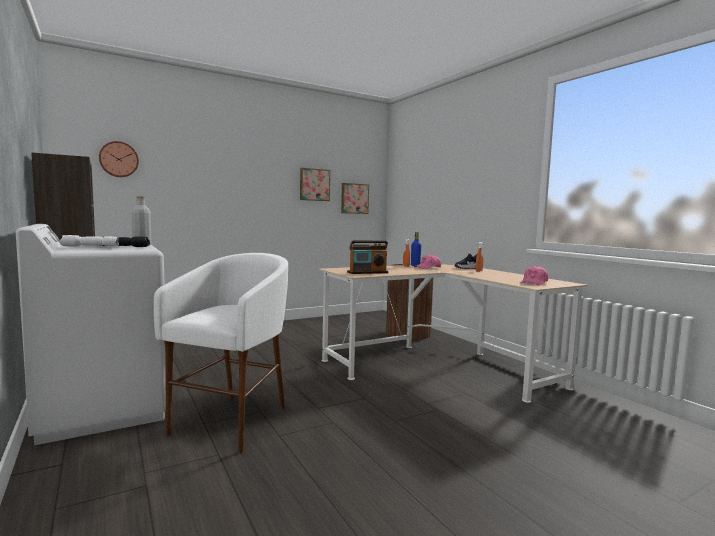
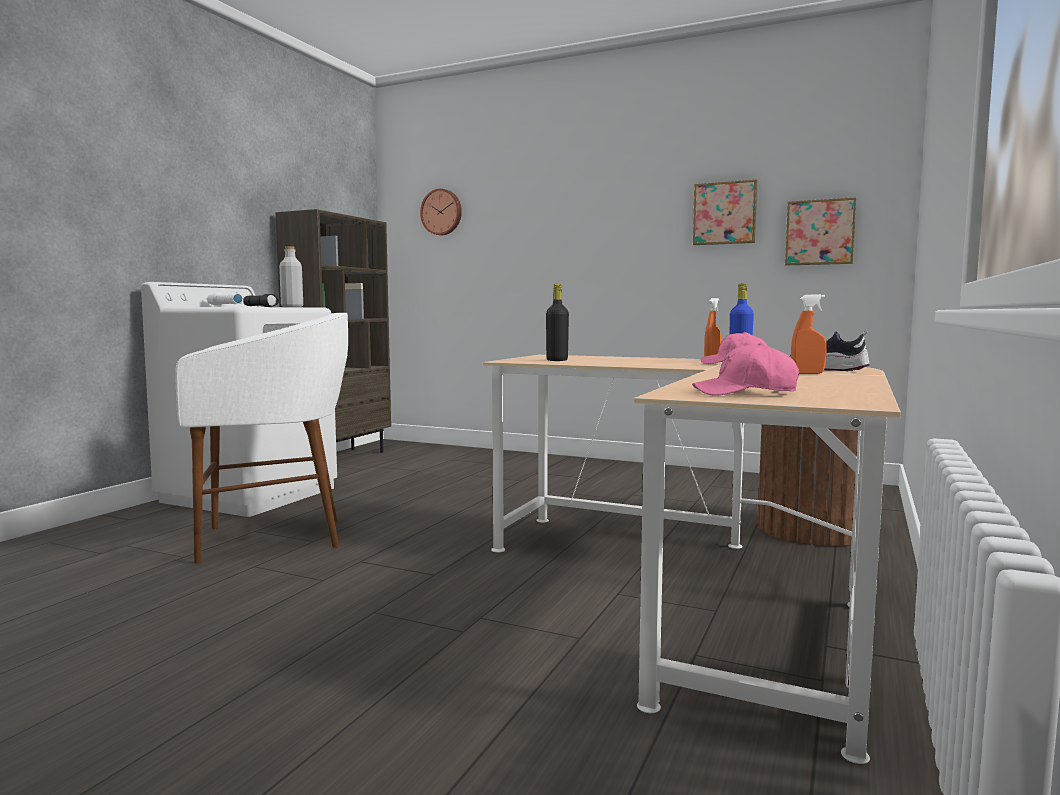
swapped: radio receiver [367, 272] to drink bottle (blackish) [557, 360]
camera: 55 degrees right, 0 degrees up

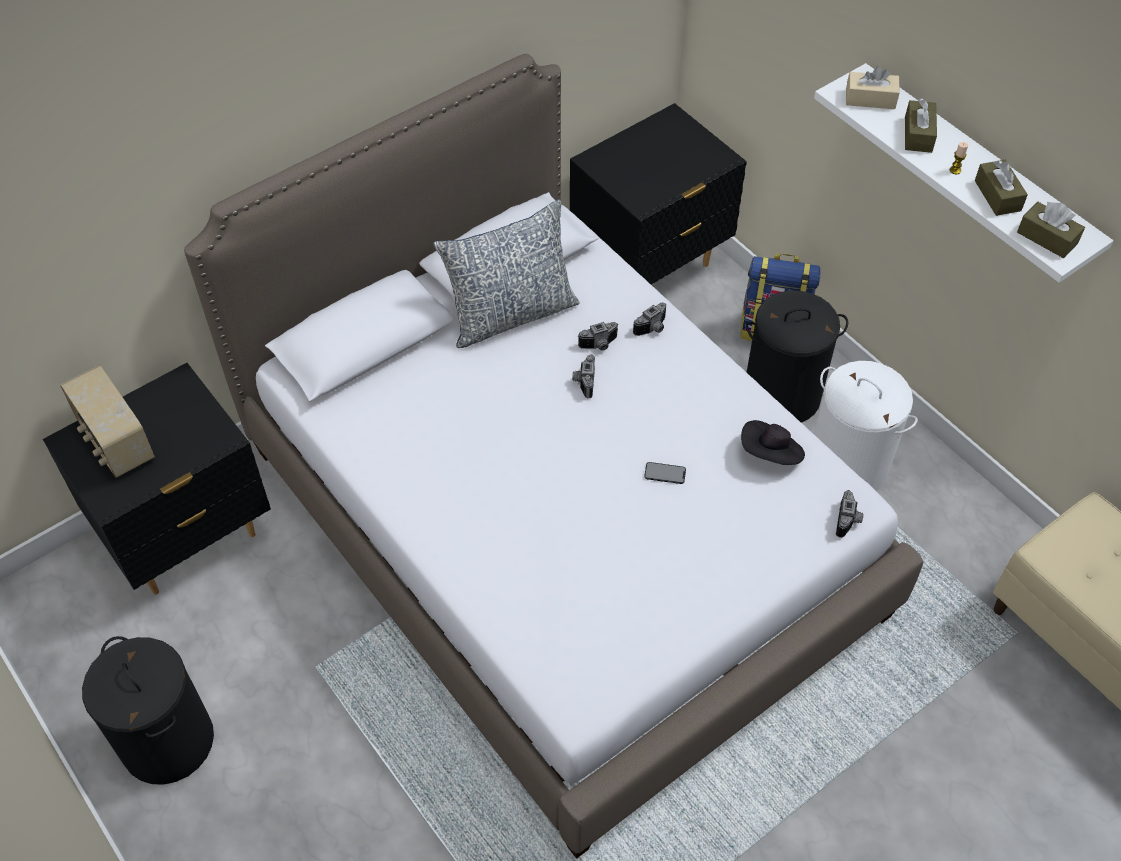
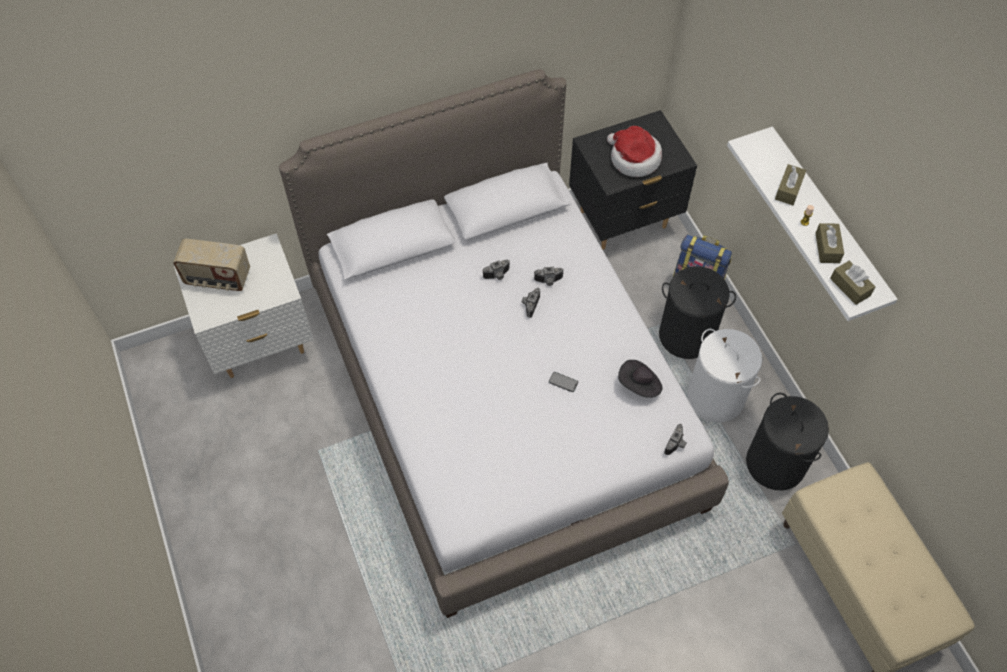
gone: throw pillow [511, 314]; box of tissues (beige) [870, 99]
new: clothing hat [633, 159]
shifted: still camera [653, 328] to [498, 276]; laundry basket (blackish) [168, 741] to [776, 463]
repainted: bedside table (blackish) [187, 537] to bedside table (white) [260, 344]
rotated: radio receiver [115, 442] = [217, 279] 60 degrees counterclockwise
camera: 15 degrees right, 5 degrees up

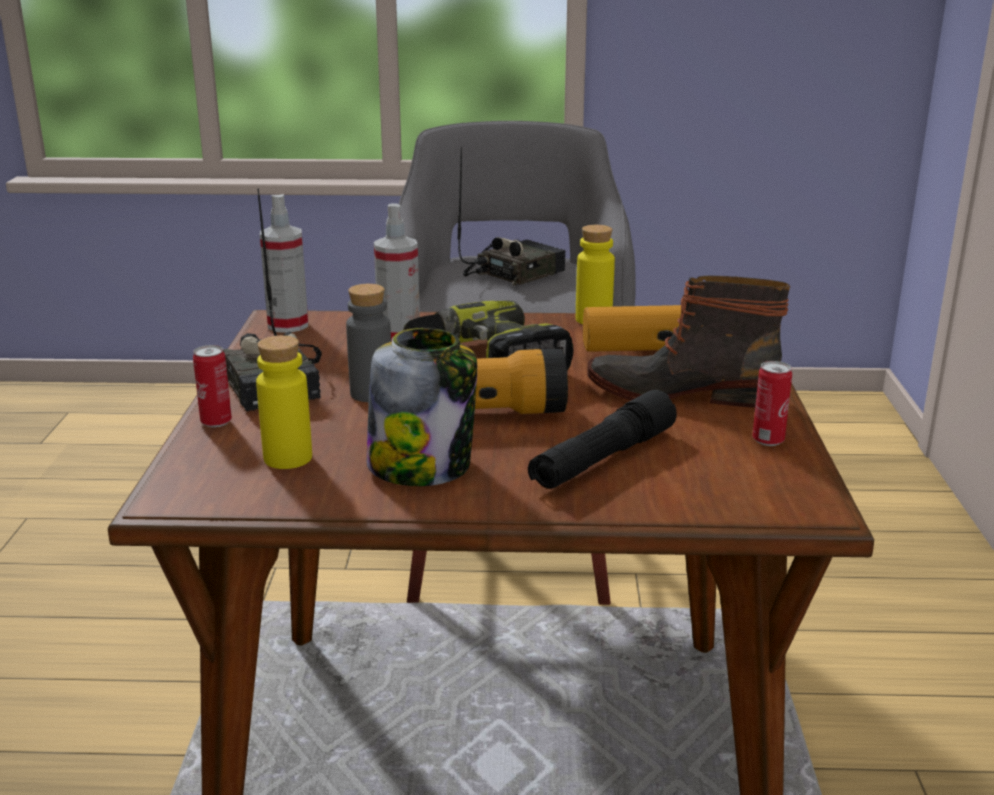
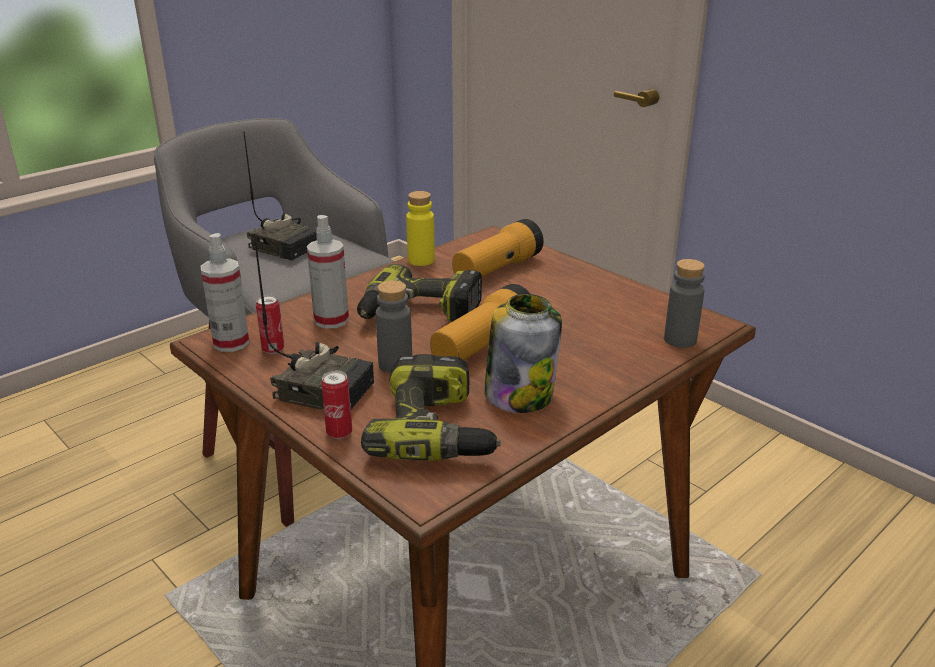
gone: torch (blackish) [603, 459]; tall boot [681, 391]
new: drink bottle (grey) [680, 340]
shifted: sealed can [768, 440] to [273, 349]
swapped: drink bottle (yellowish) [288, 458] to drill [437, 430]
rotated: radio receiver [513, 273] = [286, 246] 120 degrees clockwise
camera: 45 degrees left, 5 degrees up

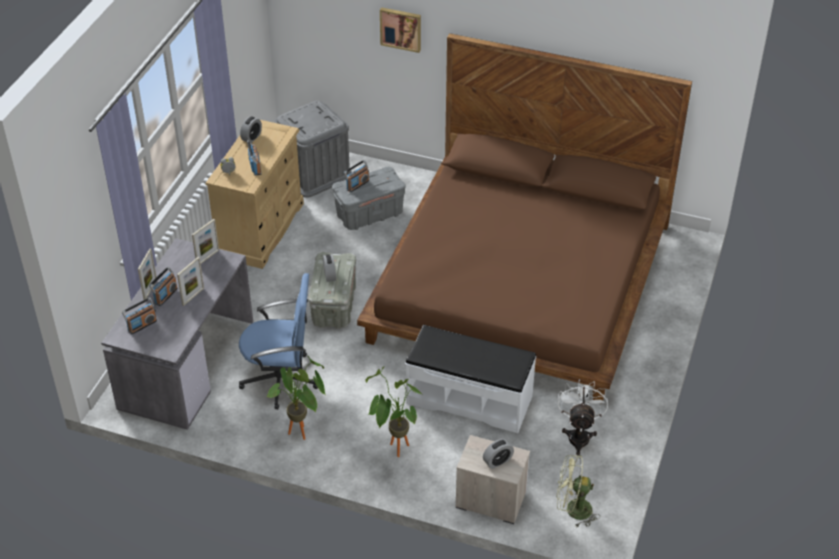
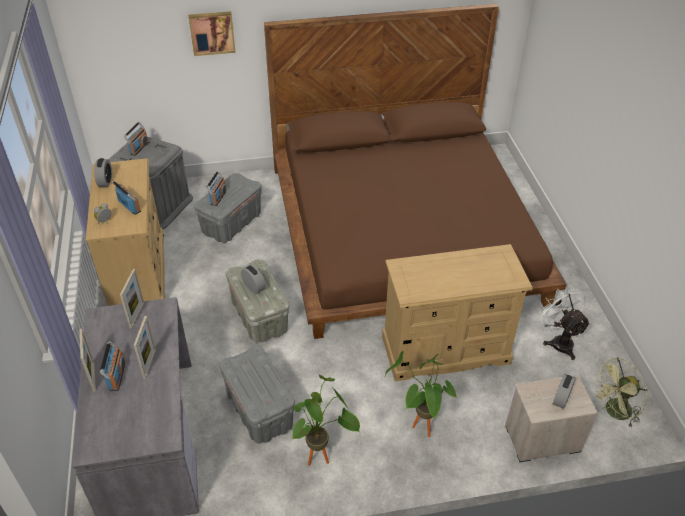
shifted: radio receiver [142, 325] to [138, 148]
swapped: office chair (blue) [281, 379] to storage container (grey) [260, 411]; bench (white) [469, 399] to dresser (beige) [445, 350]
camera: 30 degrees left, 0 degrees up

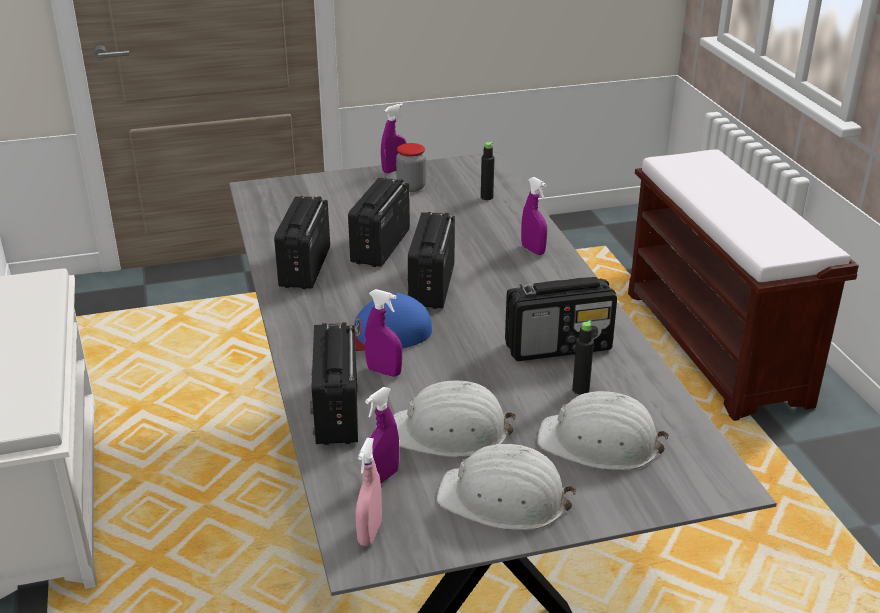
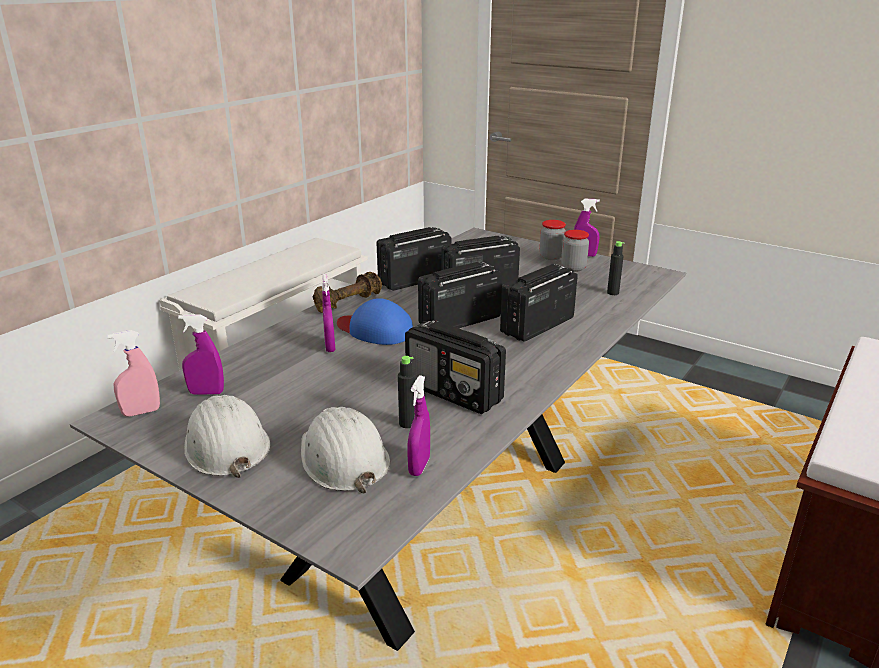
gone: work helmet (white) [450, 432]
new: free weight (brown) [348, 303]; storage jar [551, 257]
shifted: hand sprayer (purple) [533, 250] to [419, 466]; radio receiver [337, 412] to [536, 326]
camera: 50 degrees right, 5 degrees down

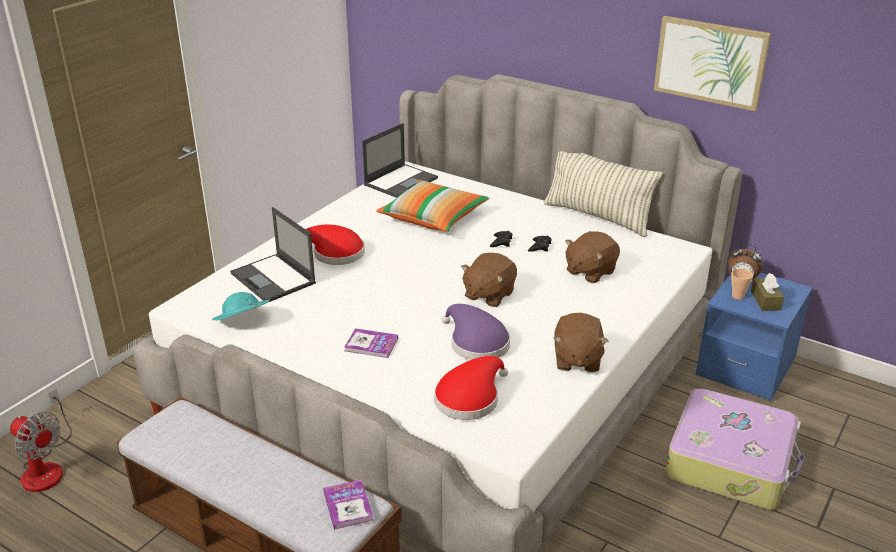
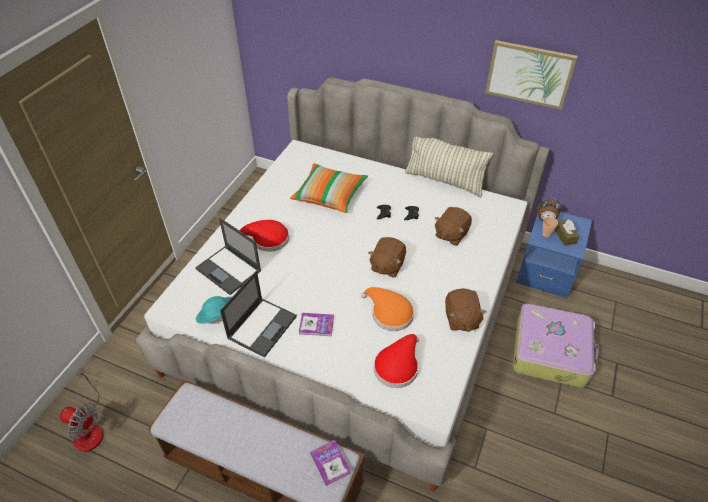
shifted: notebook computer [401, 181] to [262, 326]
repainted: clothing hat (purple) [476, 343] to clothing hat (orange-coloured) [389, 313]
camera: 10 degrees left, 15 degrees up

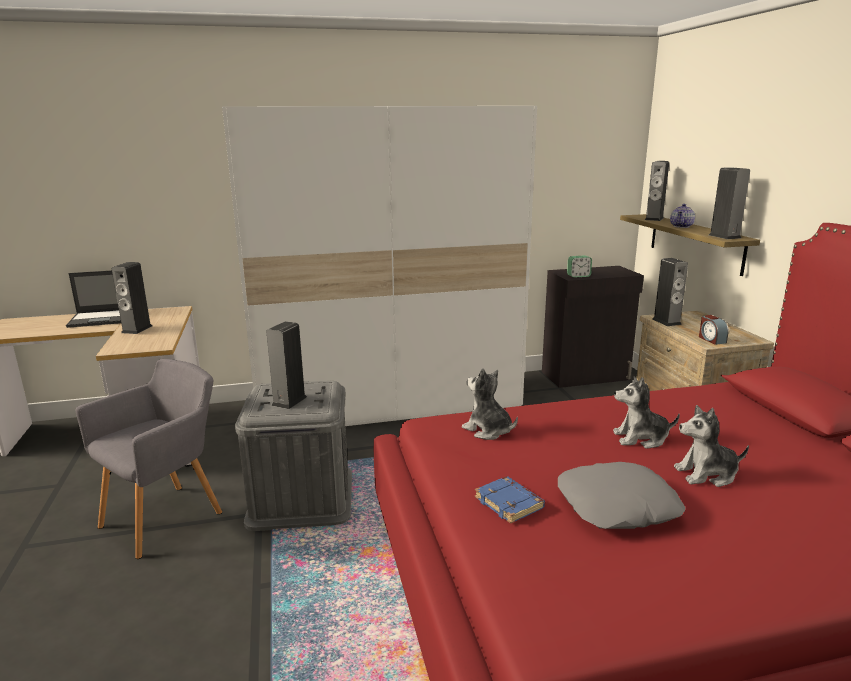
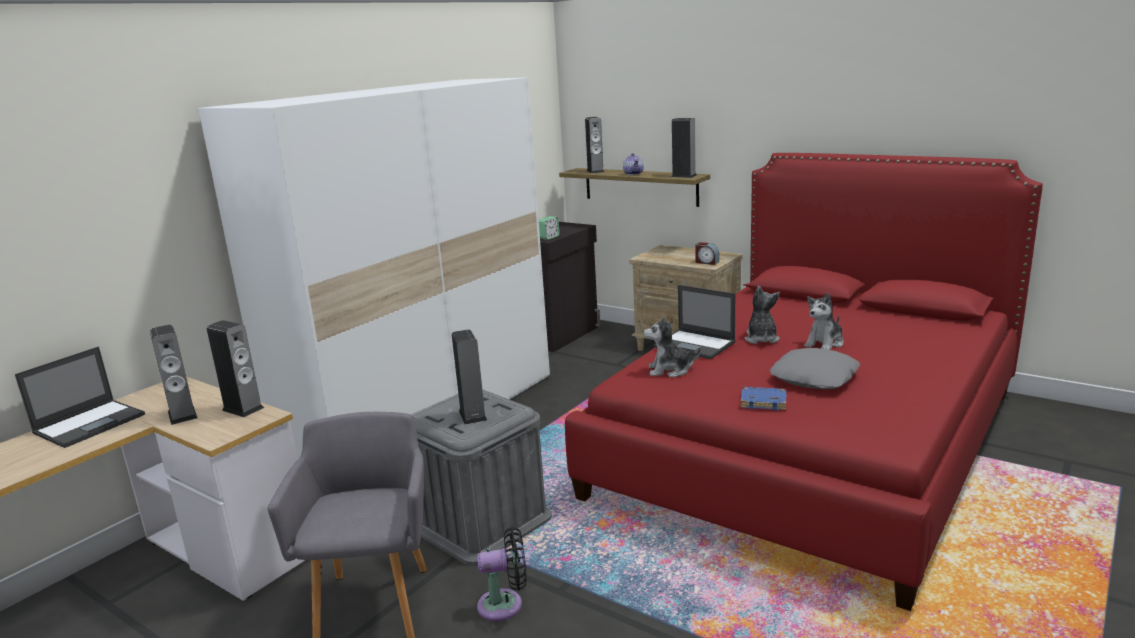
new: fan (blackish) [505, 605]; notebook computer [695, 345]
shifted: speaker [666, 321] to [243, 409]
rotated: plush toy [640, 438] = [761, 339] 135 degrees clockwise
camera: 40 degrees left, 0 degrees up

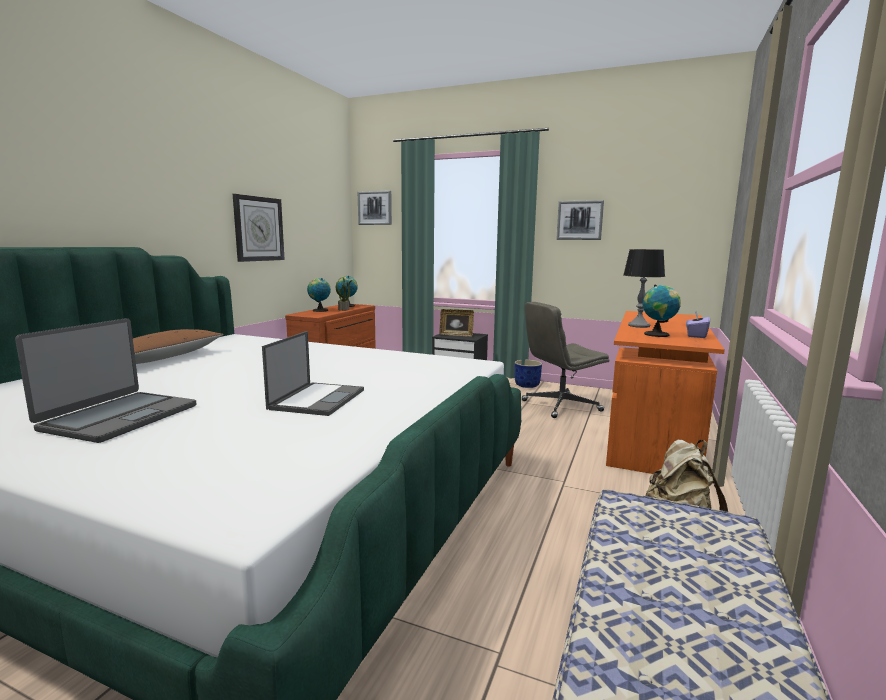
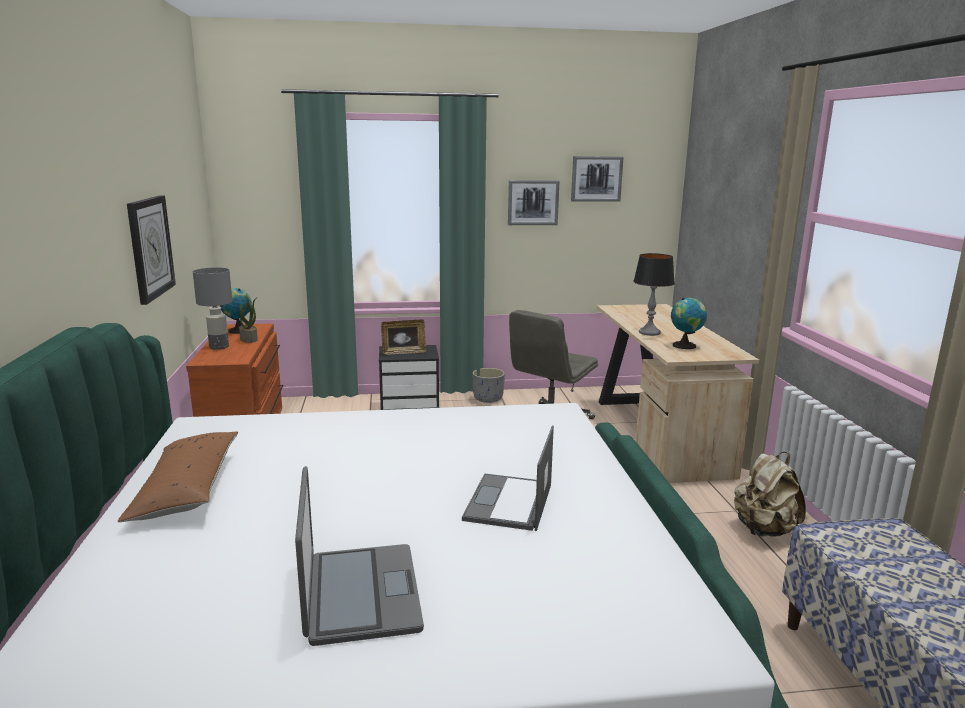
gone: box of tissues (purple) [696, 335]
shifted: picture [375, 208] to [596, 178]
swapped: desk globe [319, 310] to lamp for a table (grey) [218, 347]
repainted: flower pot (blue) [527, 385] to flower pot (grey) [488, 399]; desk unit (orange-coloured) [653, 432] to desk unit (beige) [657, 434]
rotated: notebook computer [318, 399] = [509, 503] 150 degrees counterclockwise
camera: 30 degrees left, 5 degrees up

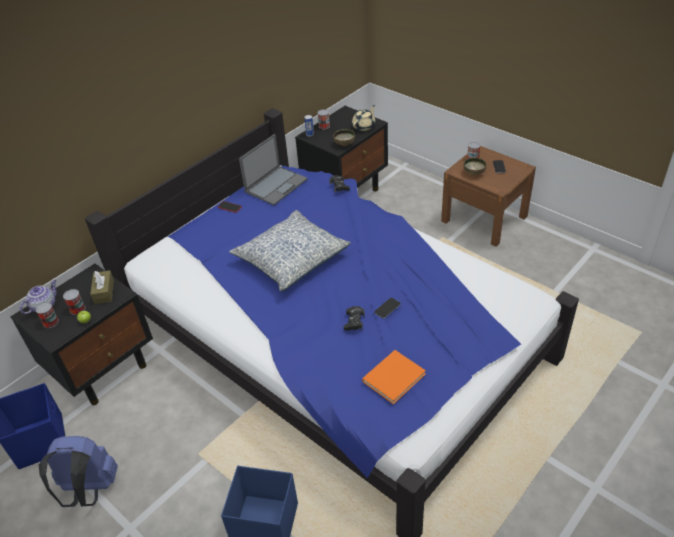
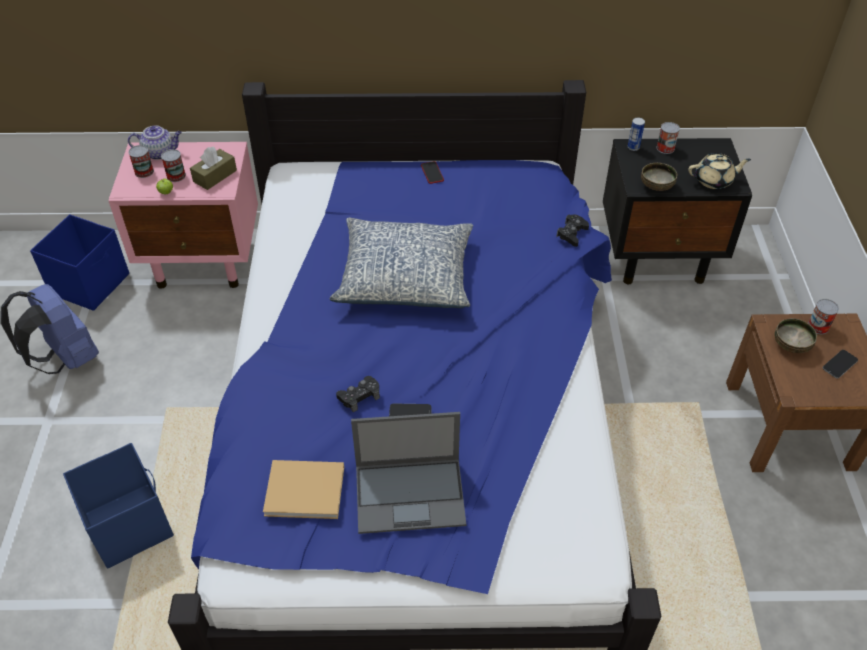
shifted: notebook computer [276, 185] to [411, 494]
repainted: bedside table (blackish) [104, 369] to bedside table (pinkish) [205, 261]; book (orange-coloured) [395, 377] to book (beige) [307, 491]
camera: 45 degrees right, 5 degrees up

